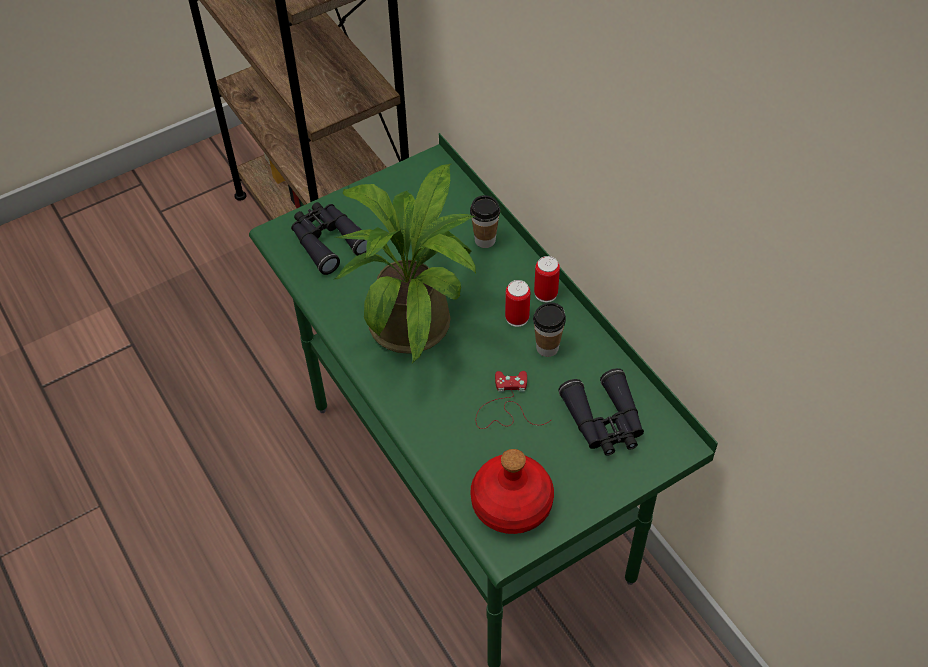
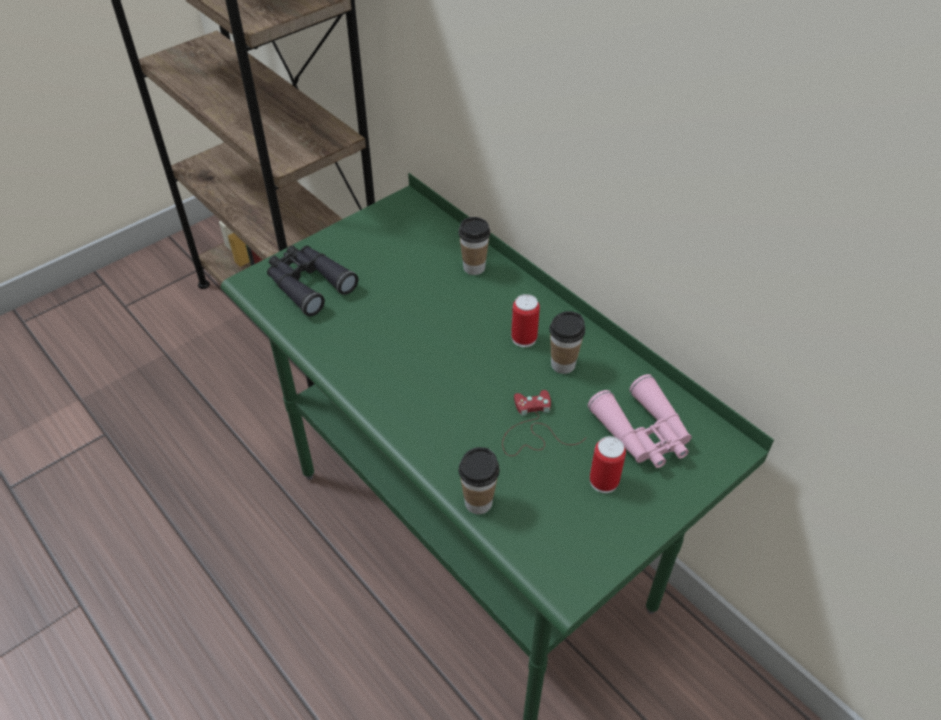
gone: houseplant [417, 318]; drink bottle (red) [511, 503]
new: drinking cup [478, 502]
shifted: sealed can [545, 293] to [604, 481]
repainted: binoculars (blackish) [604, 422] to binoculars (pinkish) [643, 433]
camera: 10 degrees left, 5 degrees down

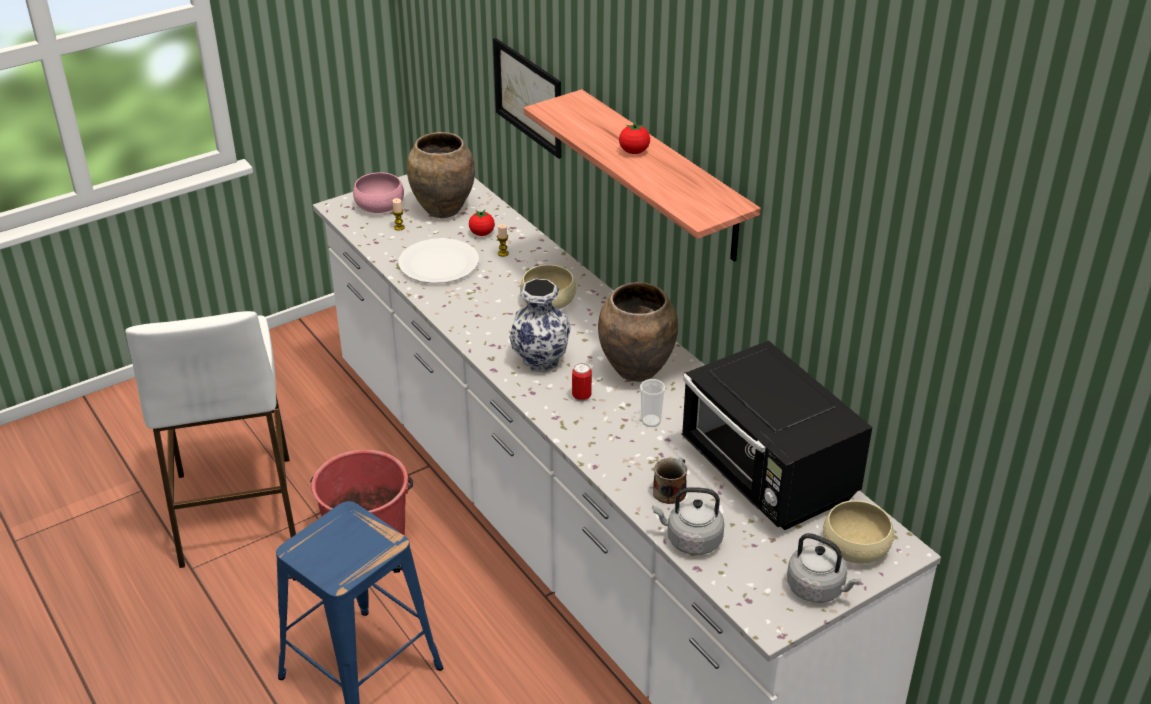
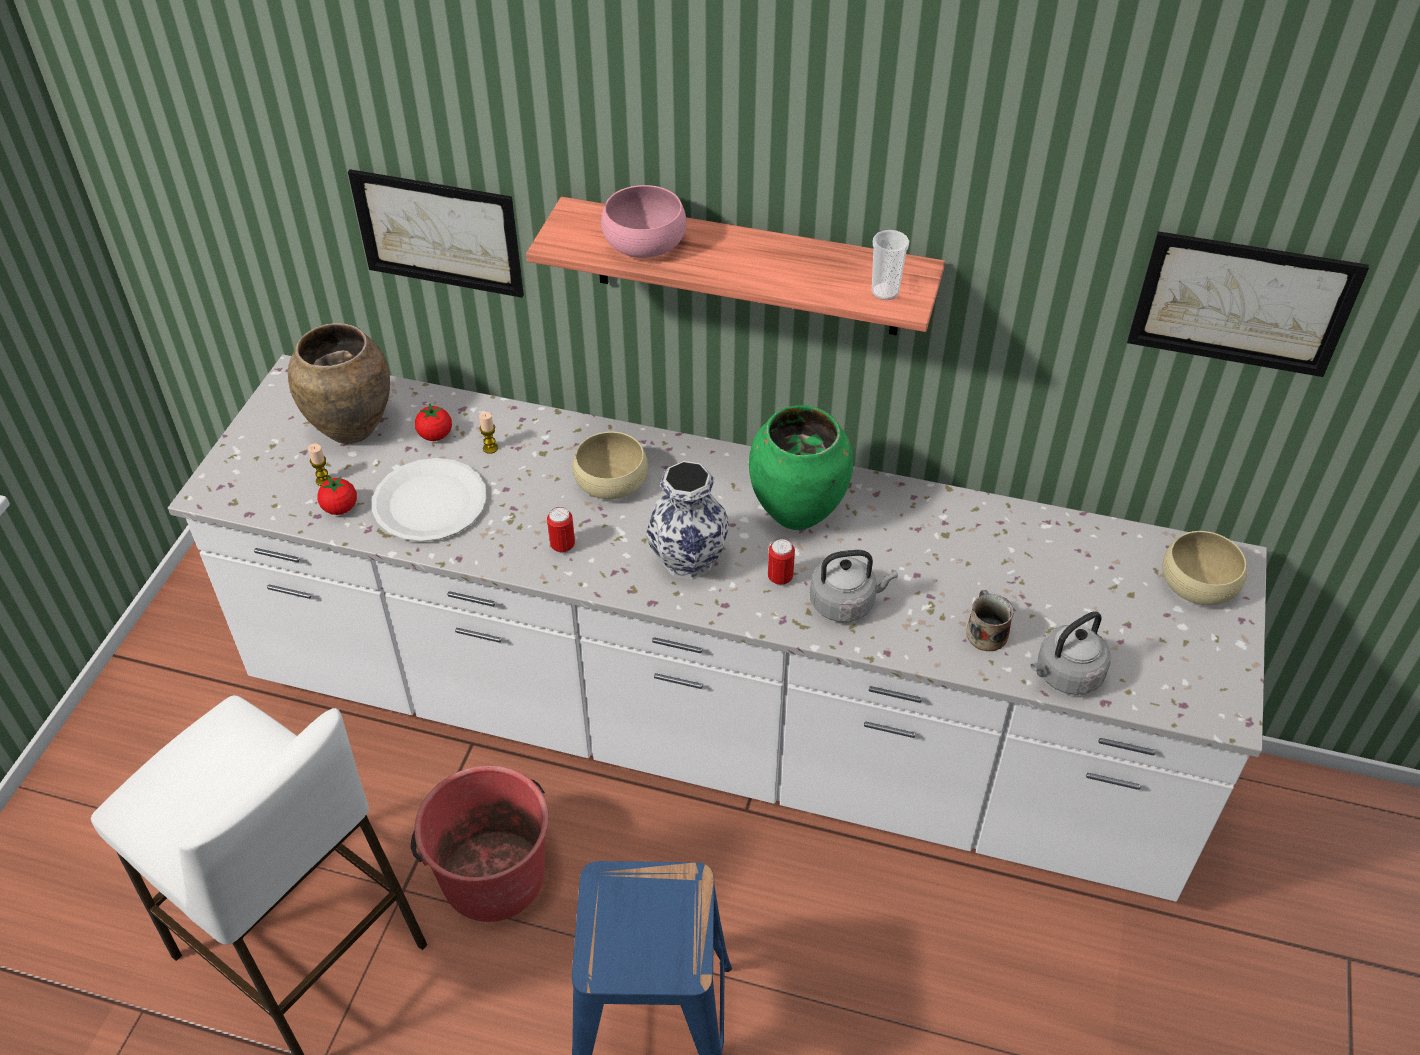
gone: microwave oven (blackish) [768, 475]
new: sealed can [562, 546]; picture [1242, 303]
shifted: tomato [634, 151] to [340, 508]; bowl (pinkish) [379, 205] to [644, 242]; tea kettle (grey) [818, 589] to [846, 603]; drinking cup [651, 421] to [885, 292]
repainted: decorative vase (brown) [637, 370] to decorative vase (green) [797, 512]
camera: 40 degrees left, 10 degrees up

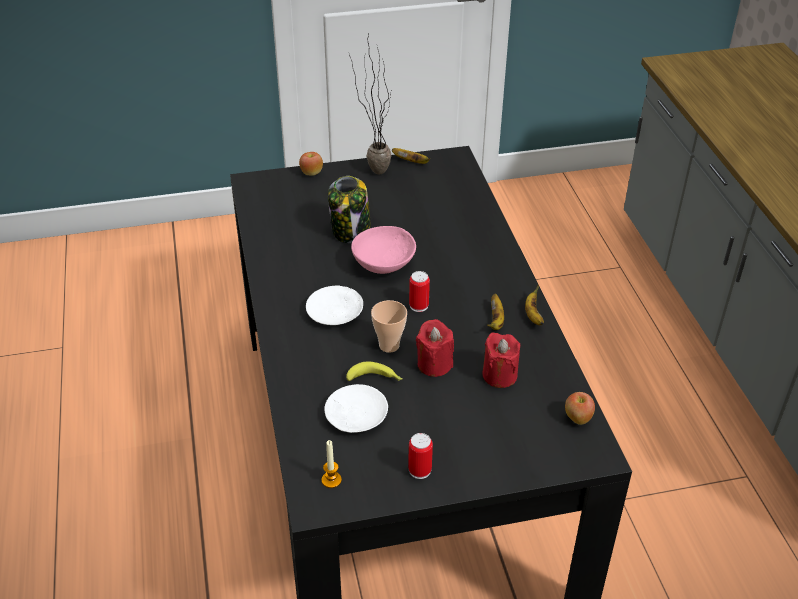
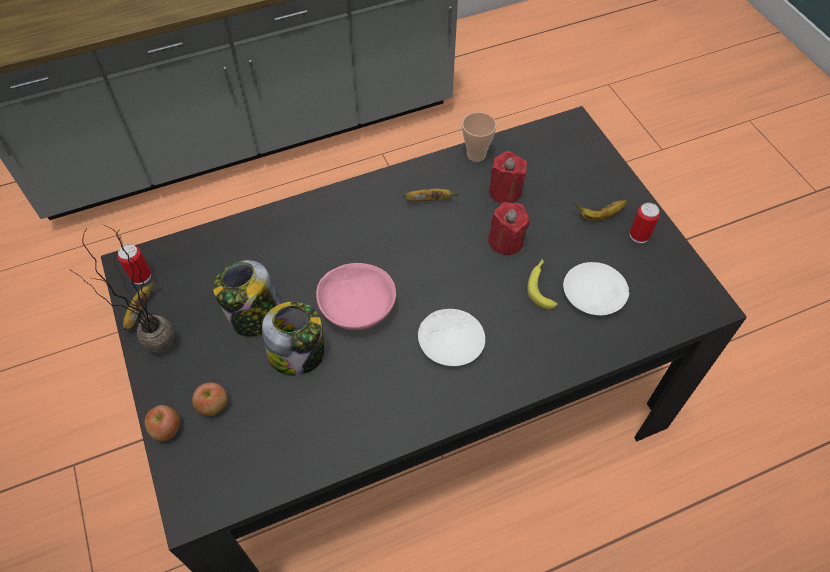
gone: candle [331, 480]
new: storage jar [255, 317]
shifted: sealed can [419, 305] to [141, 276]; apple [577, 418] to [214, 406]; drinking cup [389, 345] to [476, 155]; whole banana [533, 315] to [600, 216]
camera: 100 degrees left, 15 degrees up

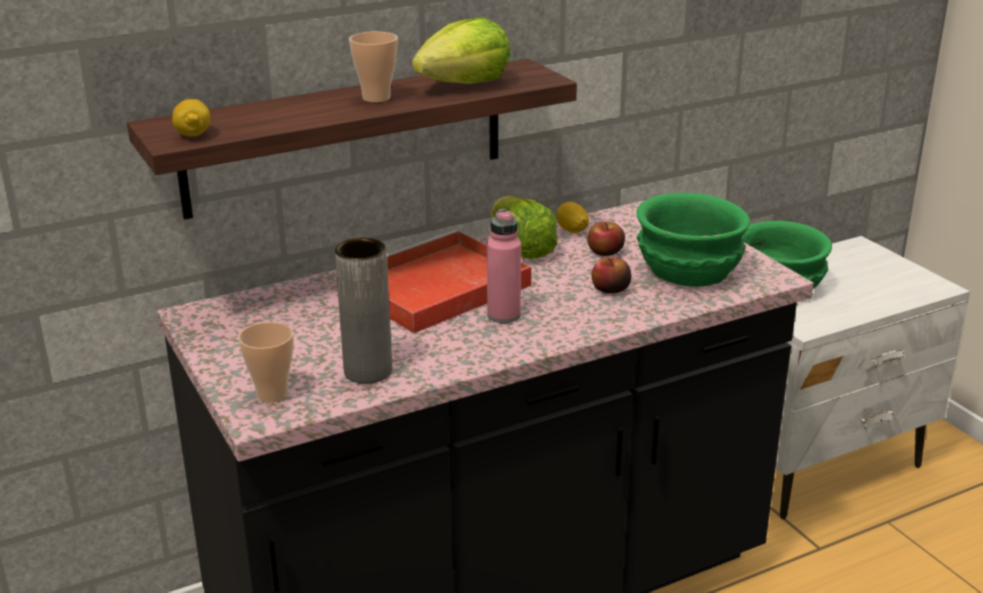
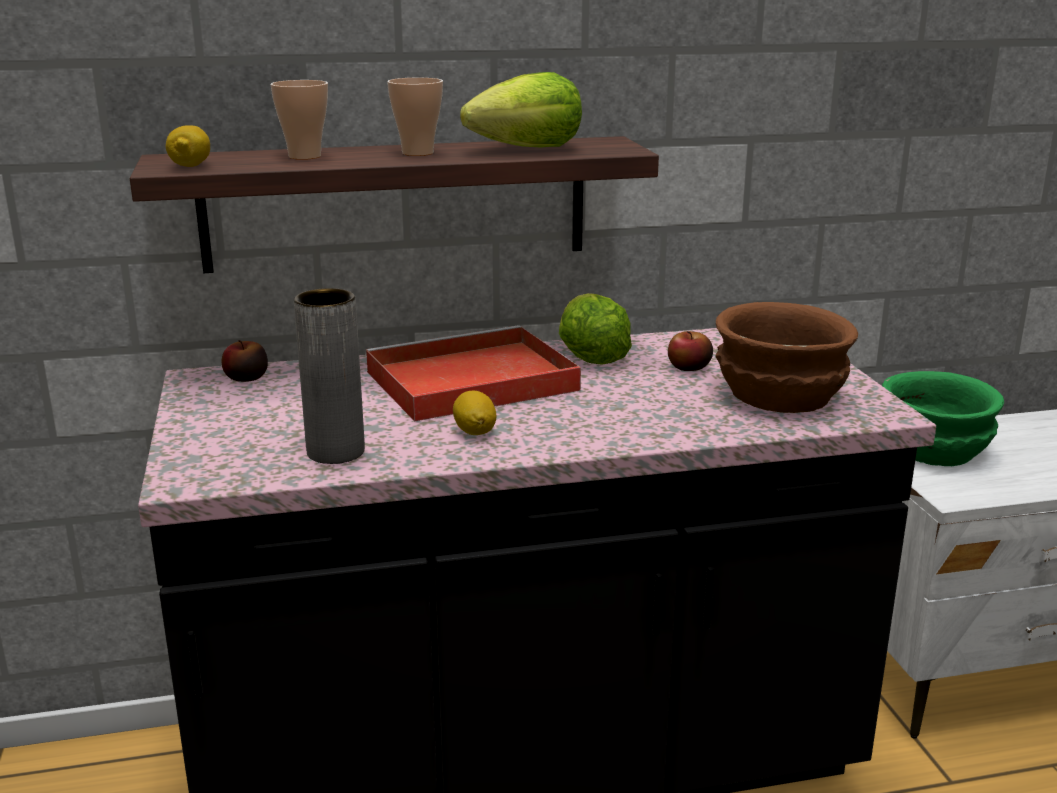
gone: drink bottle (pinkish) [503, 315]
shifted: apple [610, 289] to [246, 378]; drinking cup [272, 394] to [304, 156]; citrus fruit [572, 230] to [475, 432]
repainted: bowl (green) [688, 270] to bowl (brown) [779, 395]
camera: 15 degrees right, 5 degrees down

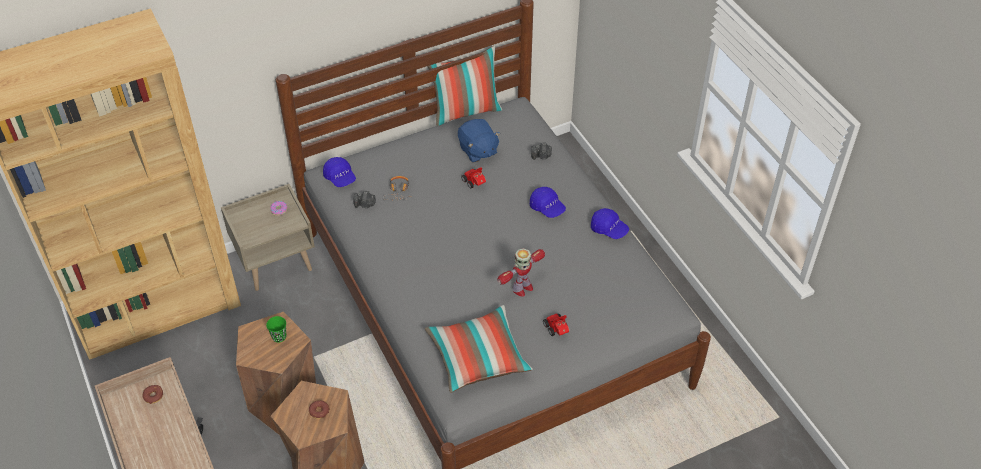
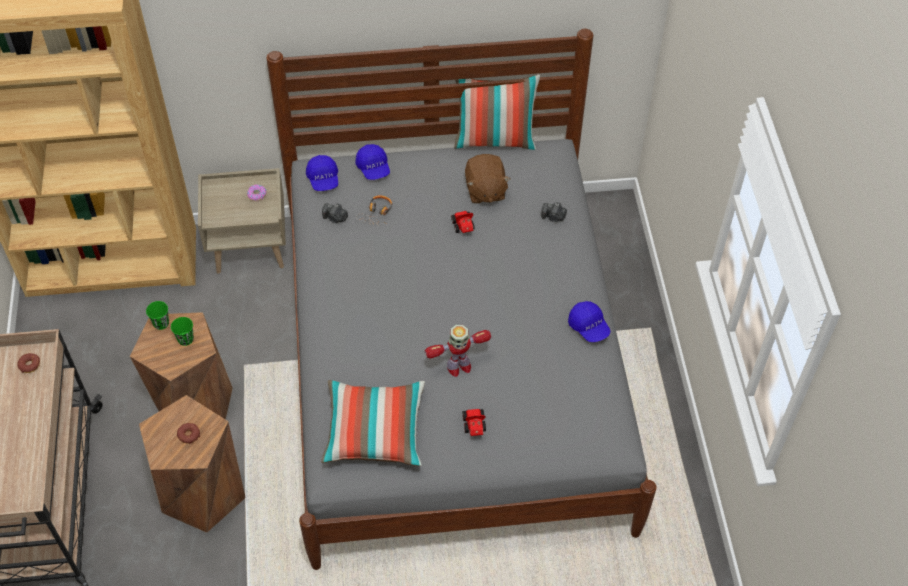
new: drinking cup (green) [161, 323]
shifted: baseball cap (blue) [547, 208] to [373, 168]
repainted: plush toy (blue) [478, 150] to plush toy (brown) [485, 190]
camera: 20 degrees right, 5 degrees up

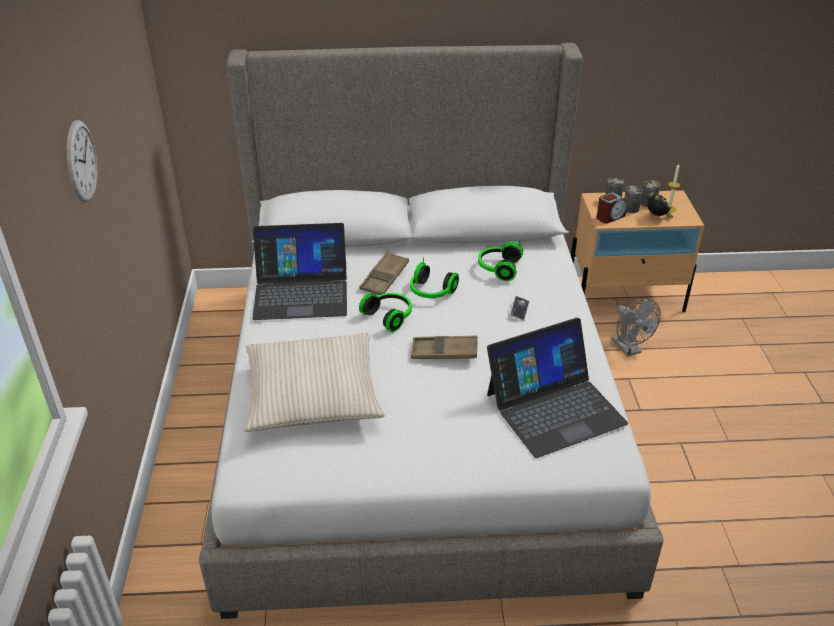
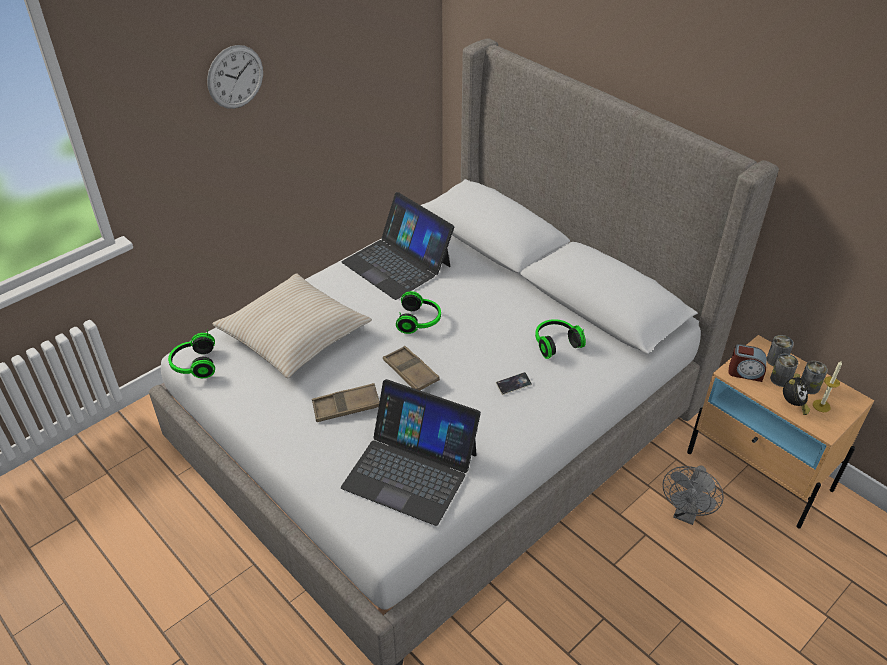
shifted: pair of headphones [431, 292] to [194, 365]; carrying tray (brown) [384, 278] to [346, 406]
camera: 50 degrees right, 5 degrees up

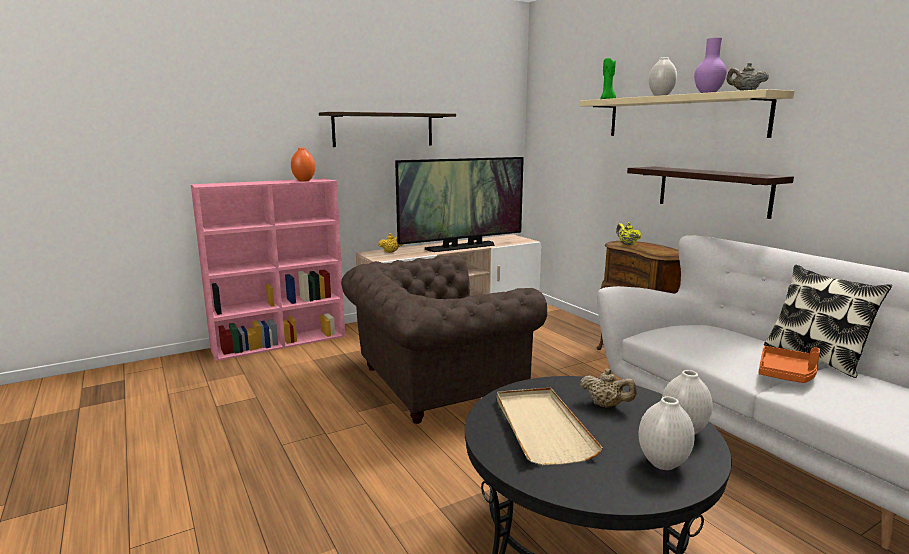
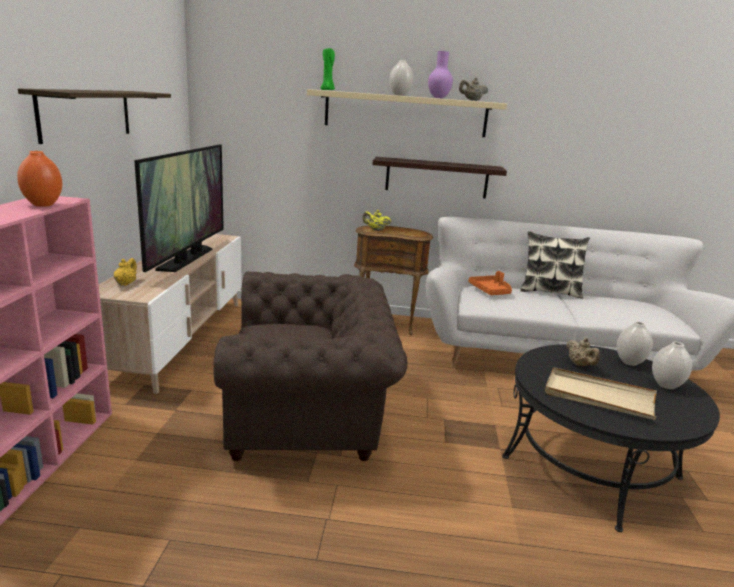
shifted: carrying tray (orange-coloured) [786, 373] to [490, 291]
rotated: easy chair (brown) [433, 383] = [310, 416] 105 degrees counterclockwise; teapot (beige) [606, 405] = [580, 365] 90 degrees clockwise
camera: 55 degrees left, 5 degrees up

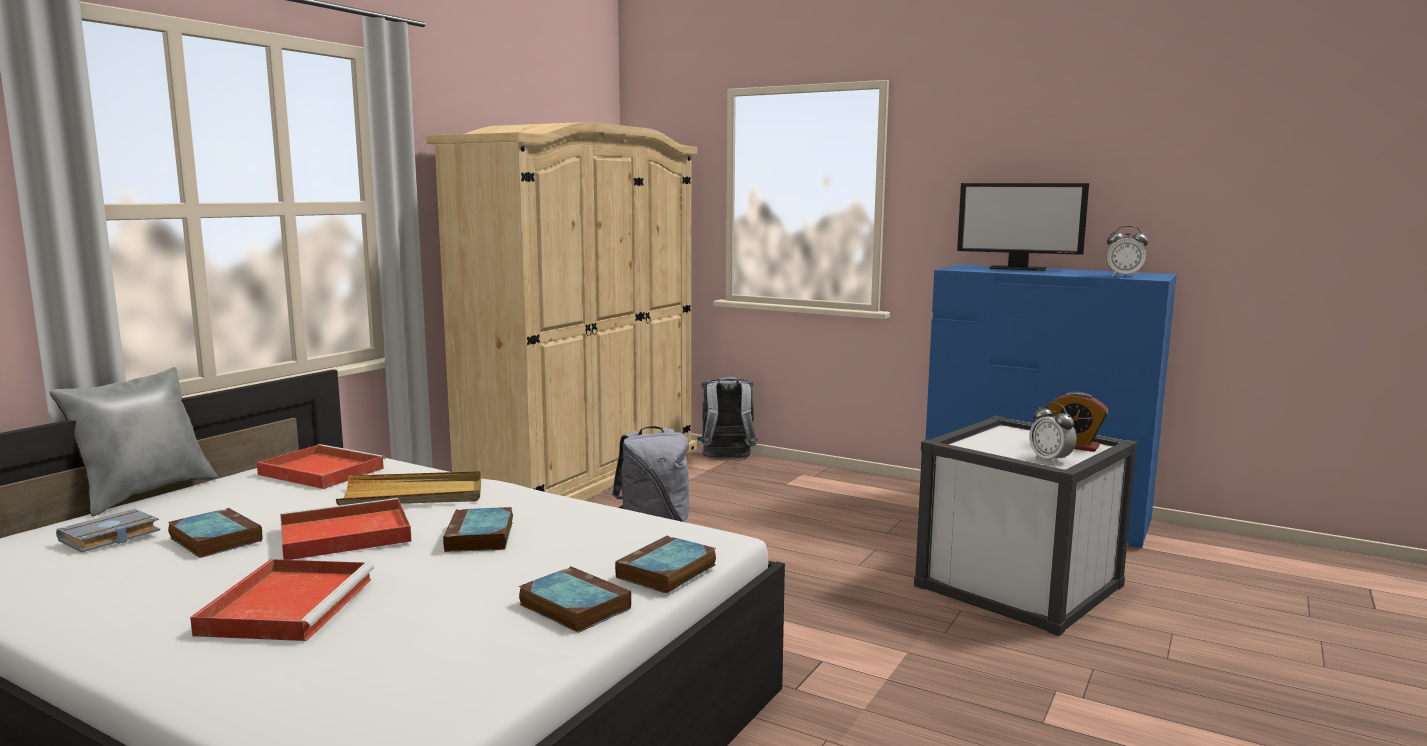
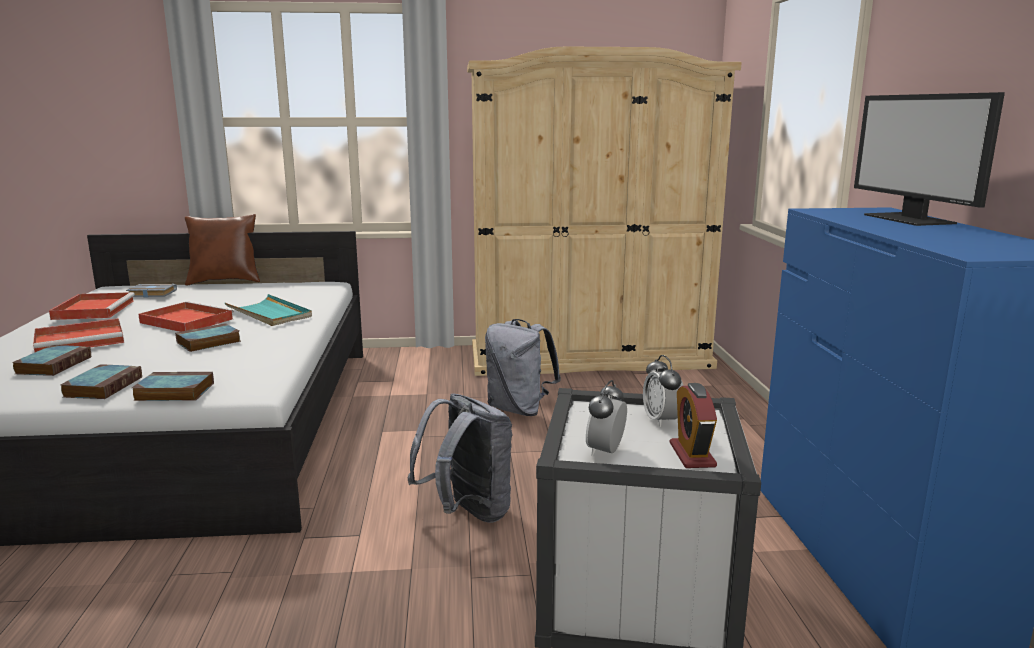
shifted: book [214, 539] to [54, 365]; carrying tray (red) [319, 471] to [94, 309]; backpack (grey) [727, 459] to [467, 513]; alarm clock [1124, 276] to [661, 420]
repainted: throw pillow (grey) [145, 493] to throw pillow (brown) [225, 281]; carrying tray (beige) [413, 495] to carrying tray (blue-green) [269, 314]
camera: 55 degrees right, 5 degrees up

